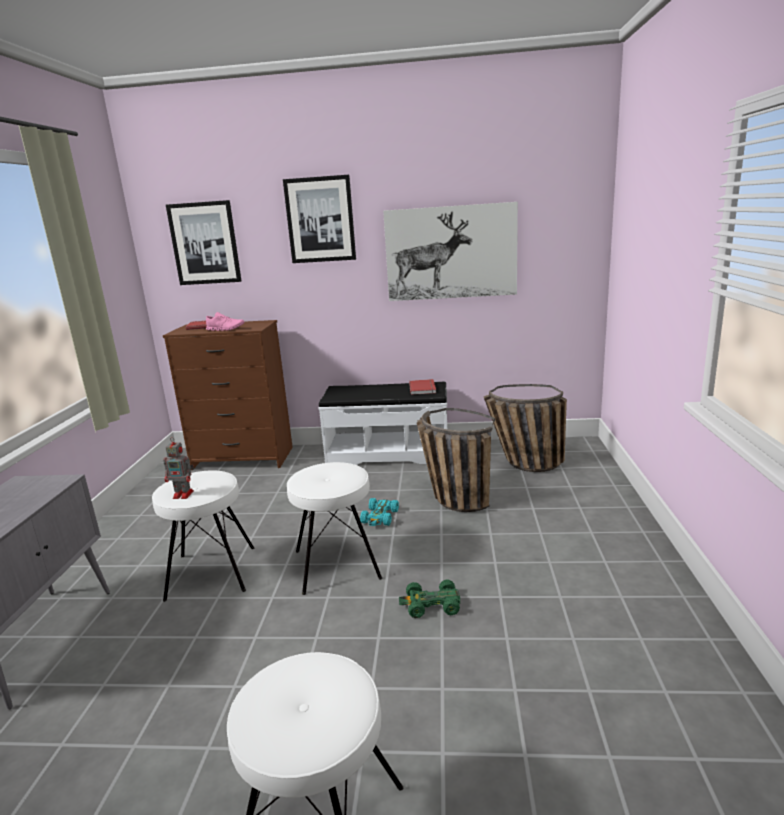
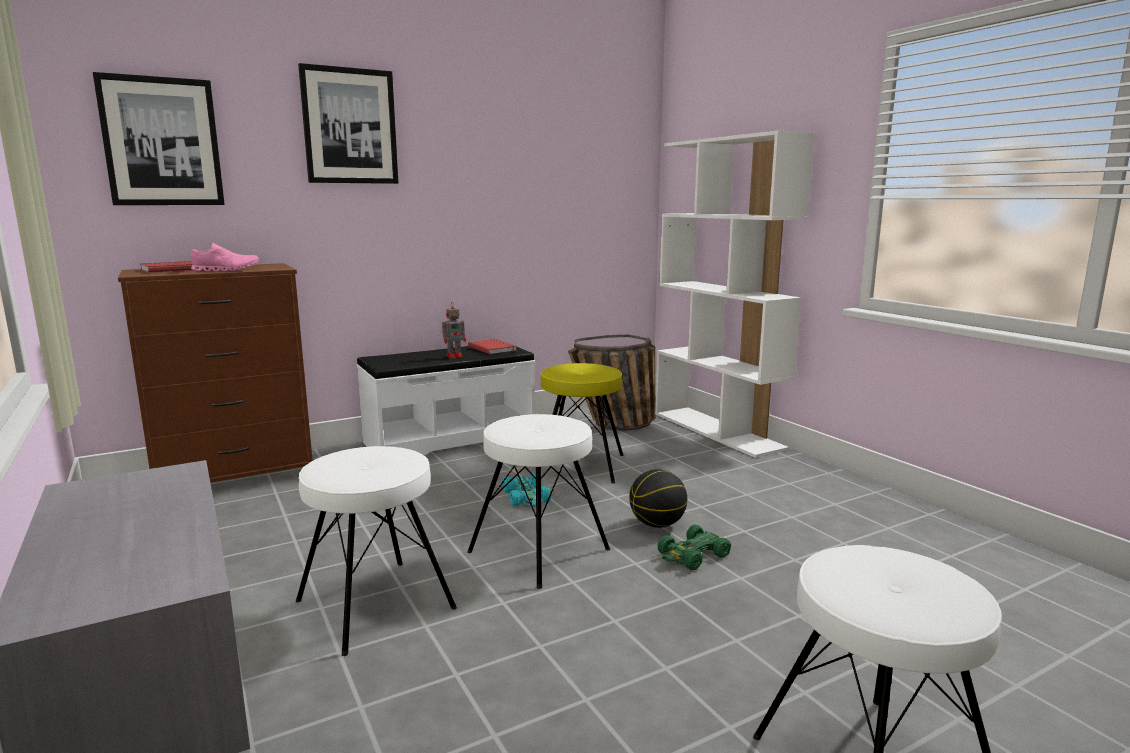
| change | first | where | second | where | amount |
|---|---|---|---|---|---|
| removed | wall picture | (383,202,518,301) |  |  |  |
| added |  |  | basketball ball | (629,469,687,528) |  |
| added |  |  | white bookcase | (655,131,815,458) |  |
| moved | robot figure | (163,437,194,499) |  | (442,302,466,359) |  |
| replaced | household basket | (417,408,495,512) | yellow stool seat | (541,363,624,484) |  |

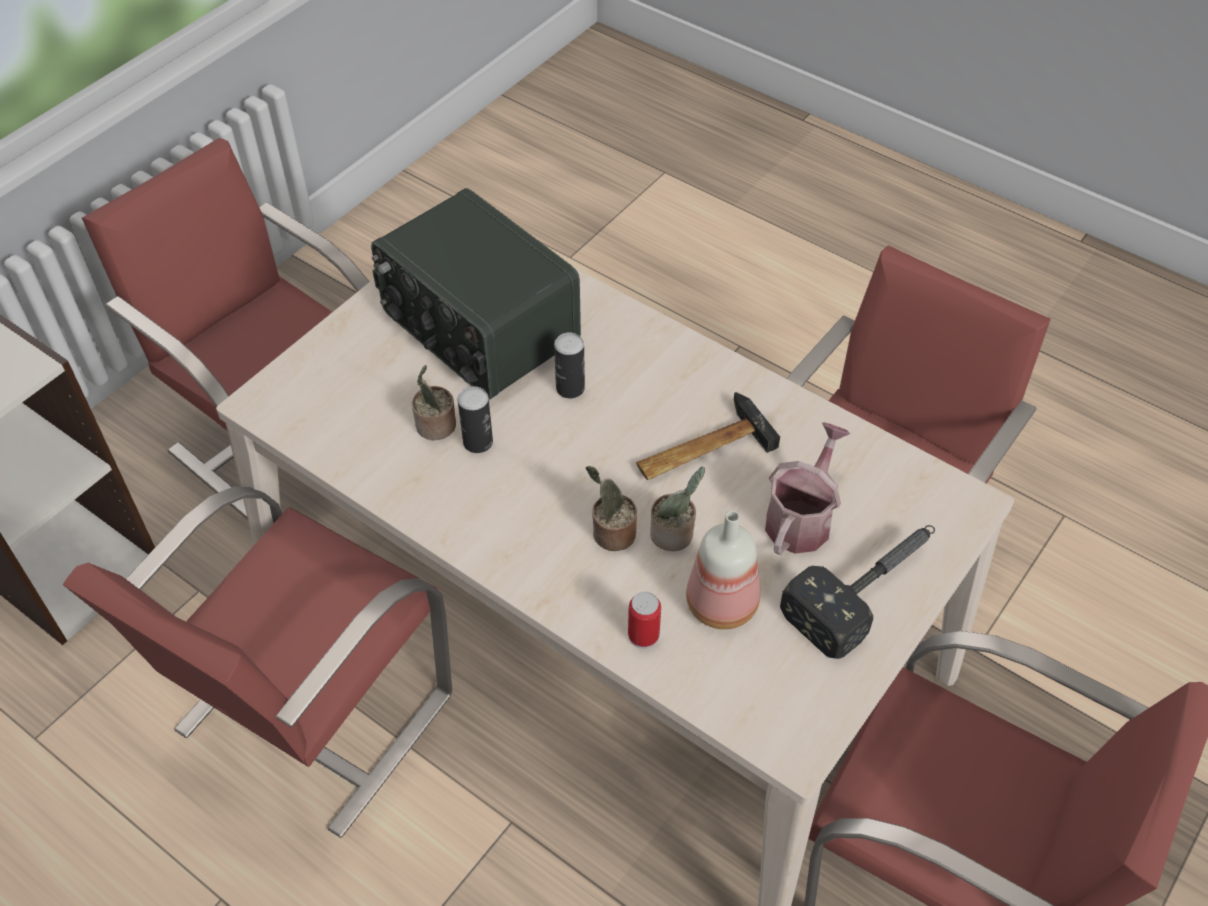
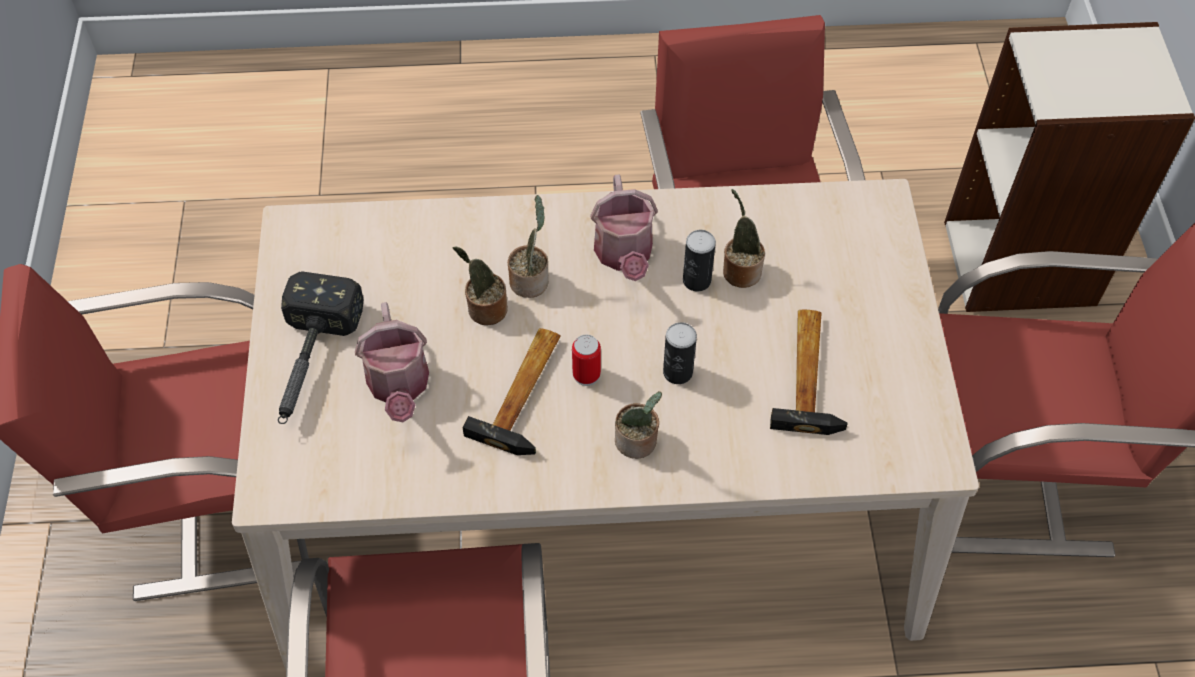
| change | first | where | second | where | amount |
|---|---|---|---|---|---|
| removed | bottle | (686,511,760,629) |  |  |  |
| added |  |  | watering can | (590,175,658,281) |  |
| added |  |  | houseplant | (615,391,662,459) |  |
| moved | sealed can | (628,592,661,649) |  | (572,335,601,386) |  |
| replaced | radio receiver | (371,188,581,399) | hammer | (770,310,848,435) |  |

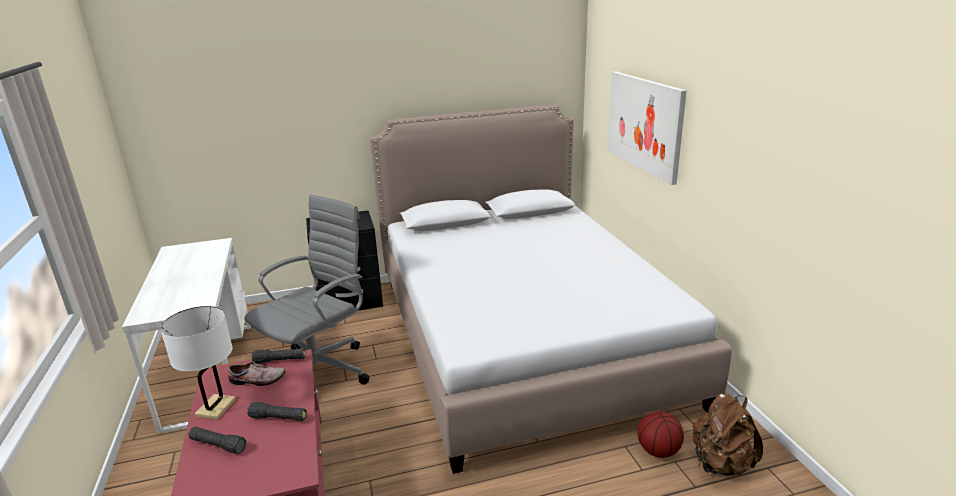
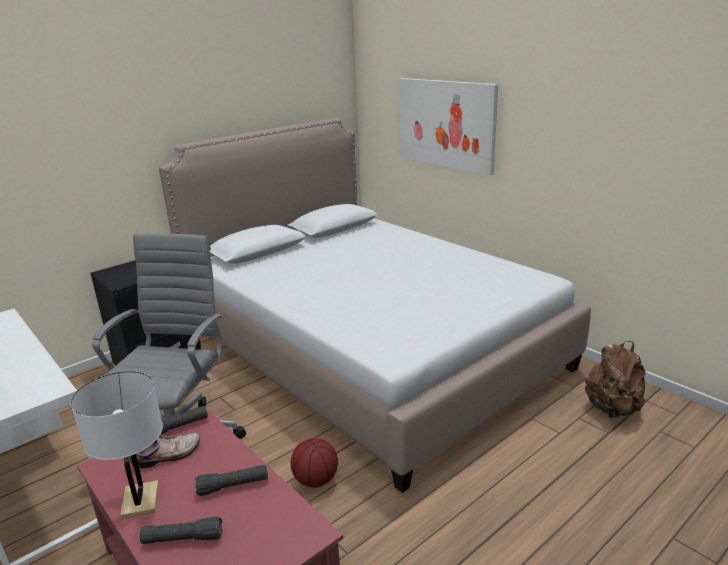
| change | first | where | second | where | amount |
|---|---|---|---|---|---|
| moved | basketball ball | (637,411,684,458) |  | (291,438,338,488) |  |

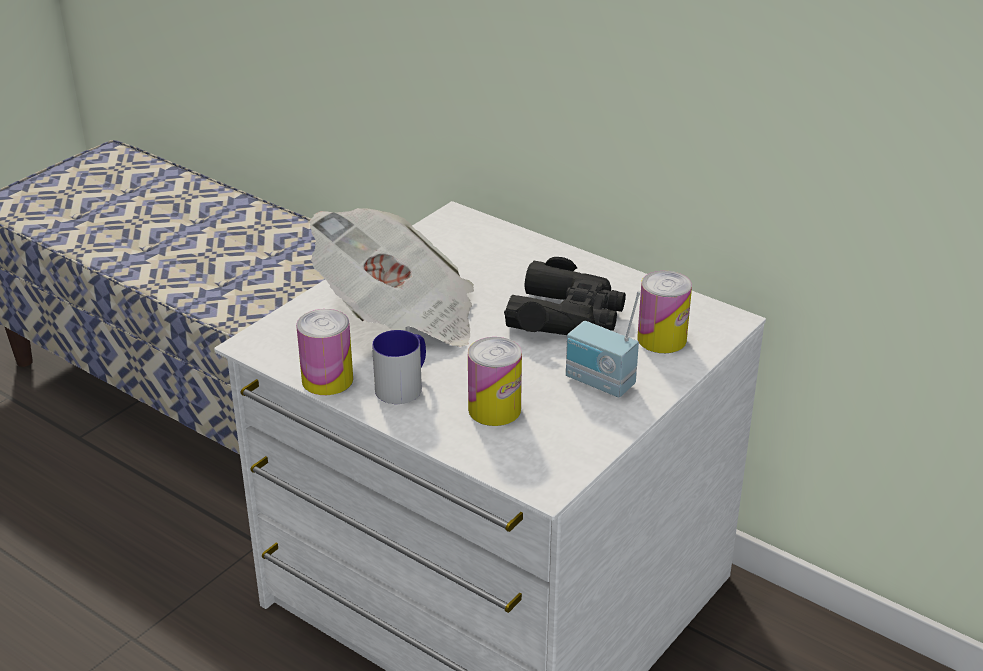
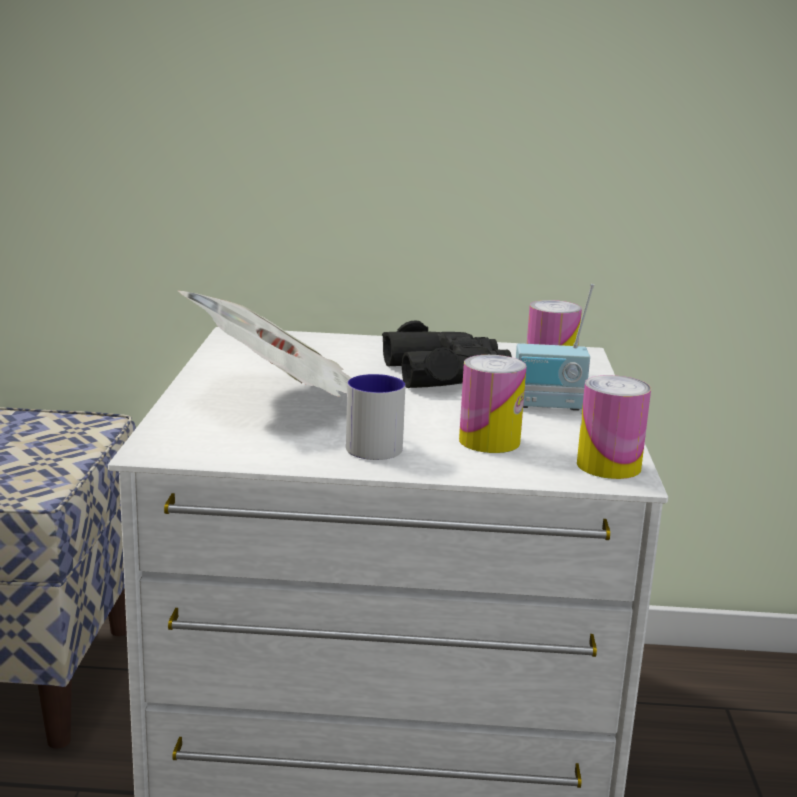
| change | first | where | second | where | amount |
|---|---|---|---|---|---|
| moved | sealed can | (296,309,353,395) |  | (577,375,651,479) |  |

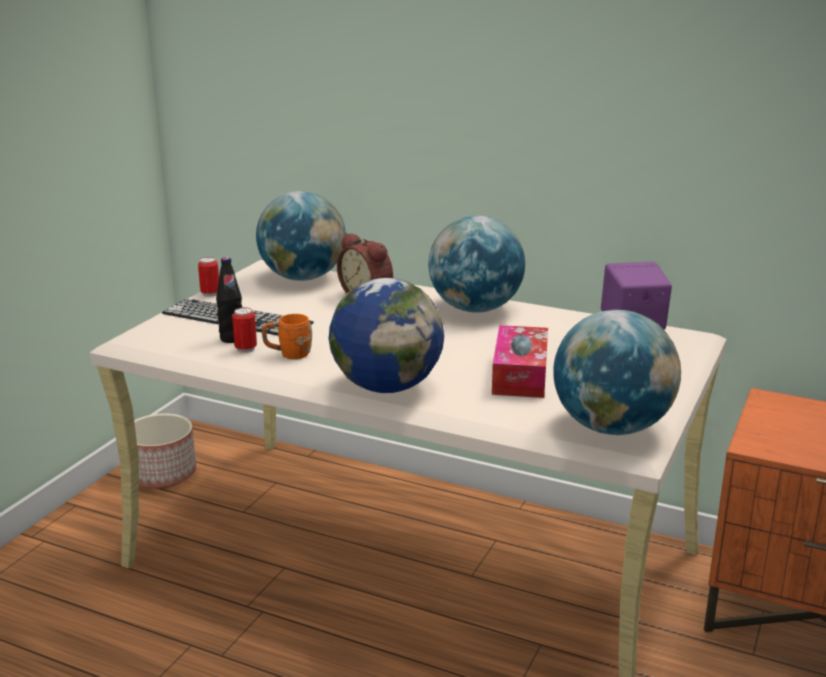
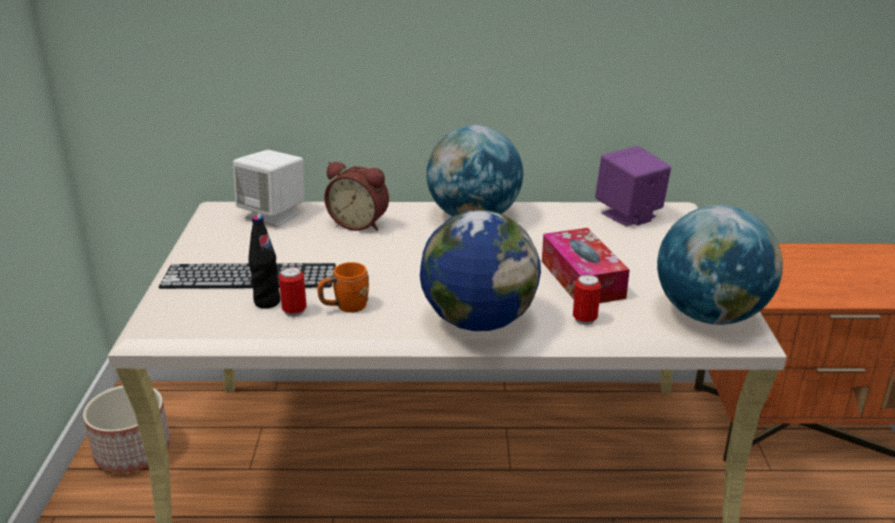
| change | first | where | second | where | amount |
|---|---|---|---|---|---|
| moved | sealed can | (198,257,219,297) |  | (573,274,601,325) |  |
| replaced | world globe | (256,191,346,281) | white loudspeaker | (233,150,304,227) |  |

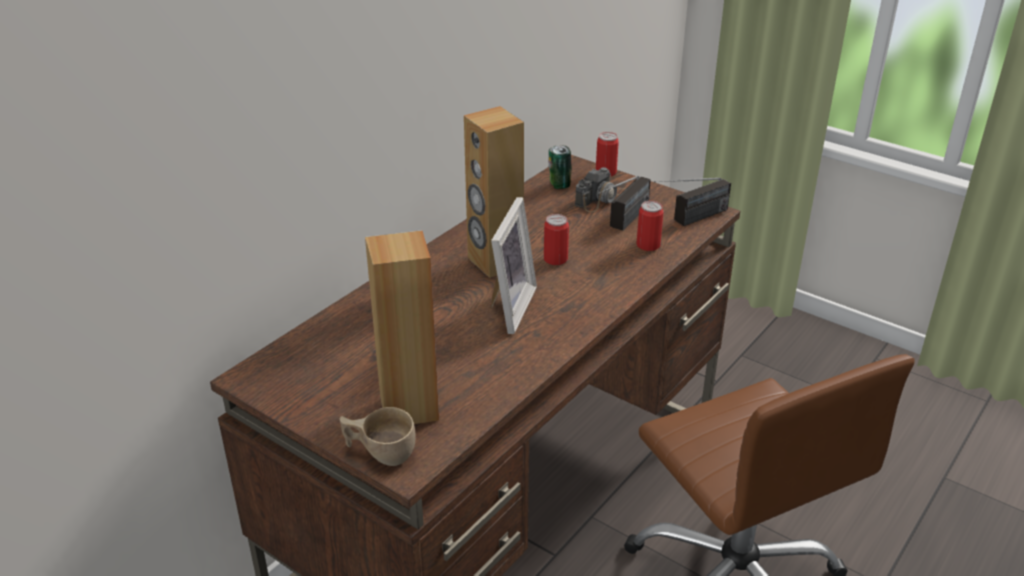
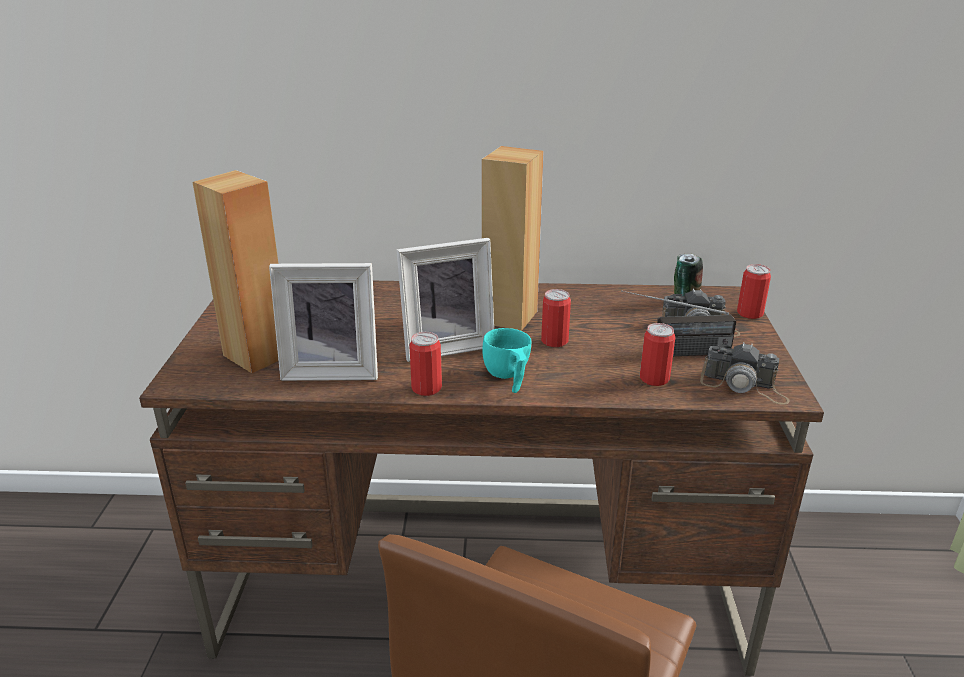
| change | first | where | second | where | amount |
|---|---|---|---|---|---|
| removed | sand-coloured cup | (339,407,416,466) |  |  |  |
| added |  |  | photo frame | (269,263,378,381) |  |
| added |  |  | sealed can | (409,332,442,396) |  |
| added |  |  | turquoise-coloured cup | (482,328,531,393) |  |
| replaced | radio receiver | (654,177,731,226) | still camera | (700,342,790,404) |  |

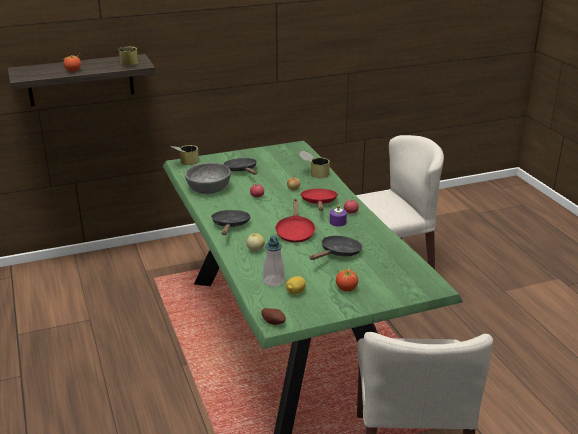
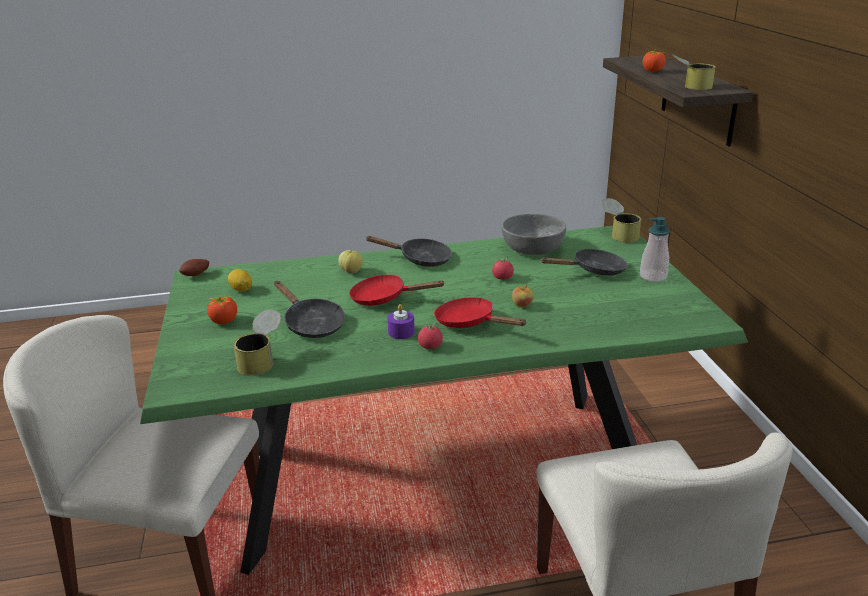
| change | first | where | second | where | amount |
|---|---|---|---|---|---|
| moved | soap bottle | (263,235,285,287) |  | (640,217,670,282) |  |
| moved | sealed can | (299,151,330,178) |  | (233,309,281,376) |  |
| turned | reddish skillet | (300,189,338,211) |  | (434,297,527,328) | 150 degrees counterclockwise |

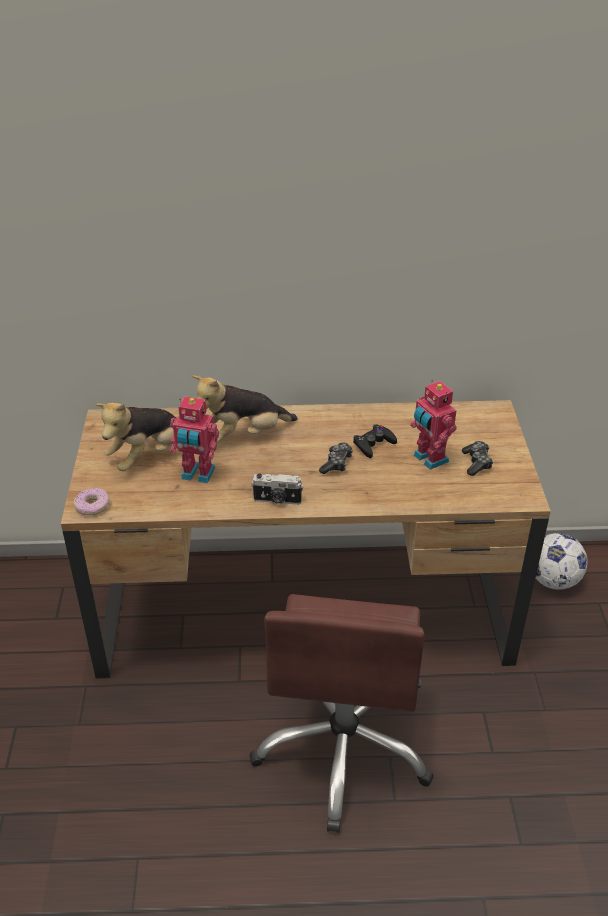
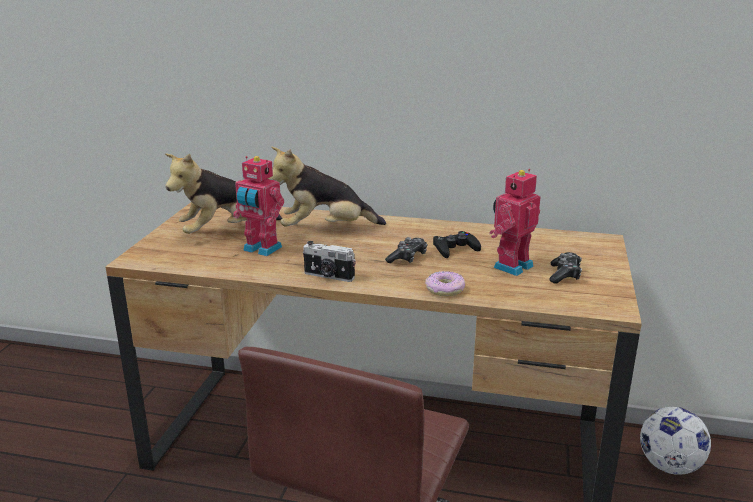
| change | first | where | second | where | amount |
|---|---|---|---|---|---|
| moved | doughnut | (73,488,109,515) |  | (425,271,465,296) |  |
| turned | robot figure | (410,380,457,470) |  | (489,169,541,276) | 60 degrees clockwise |

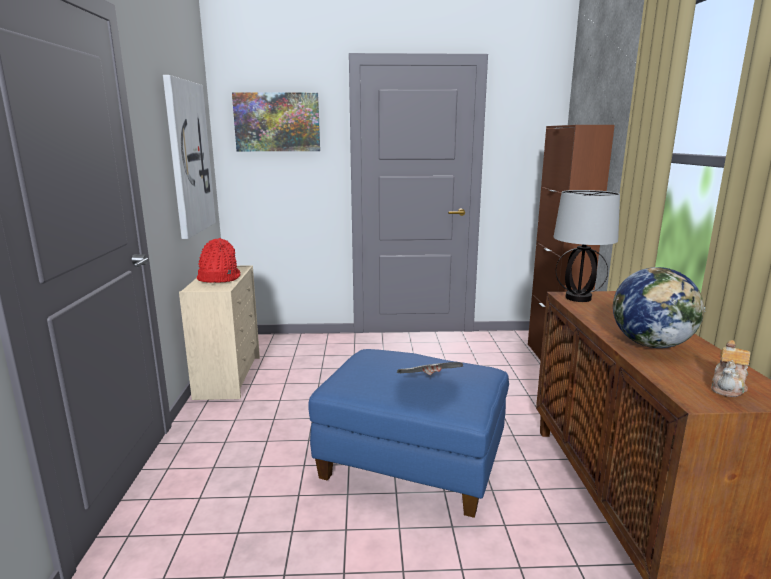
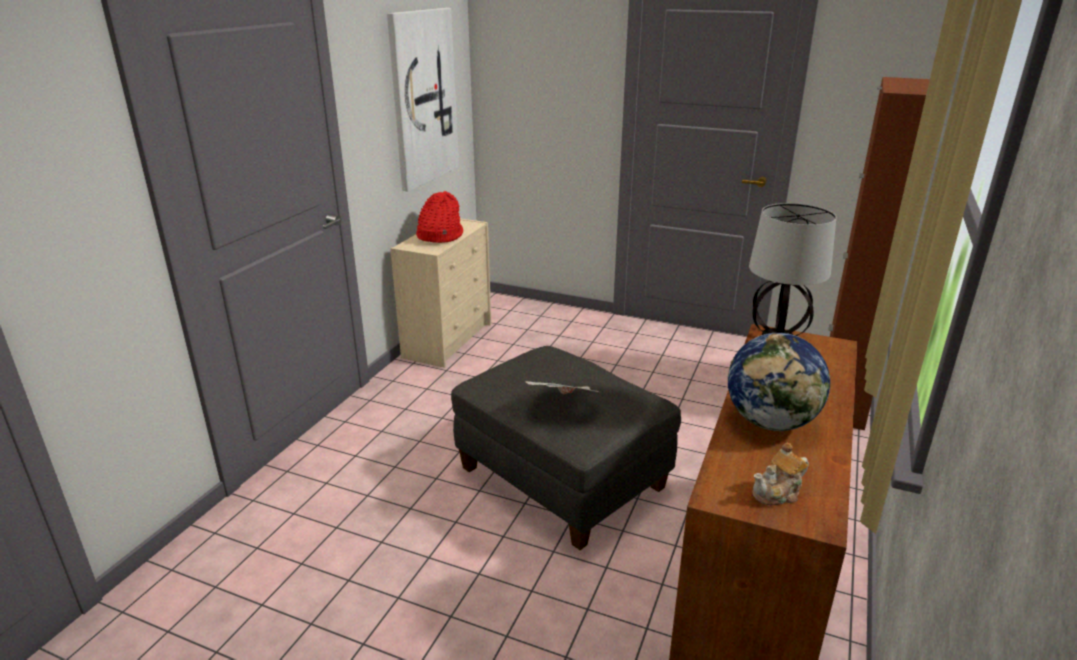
| change | first | where | second | where | amount |
|---|---|---|---|---|---|
| removed | wall picture | (232,92,320,151) |  |  |  |
| recoloured | bluish ottoman | (308,349,509,518) | gray ottoman | (451,346,681,550) |  |

